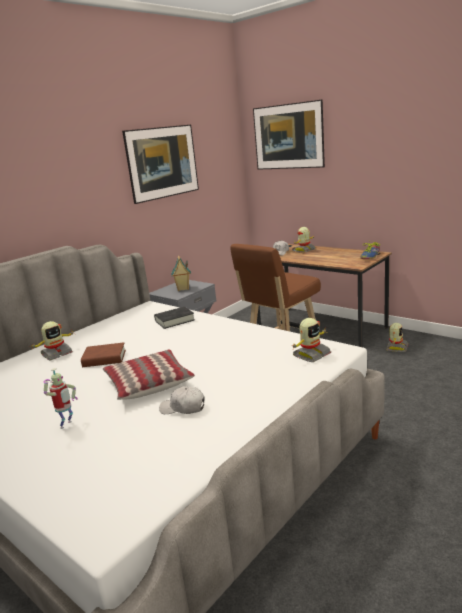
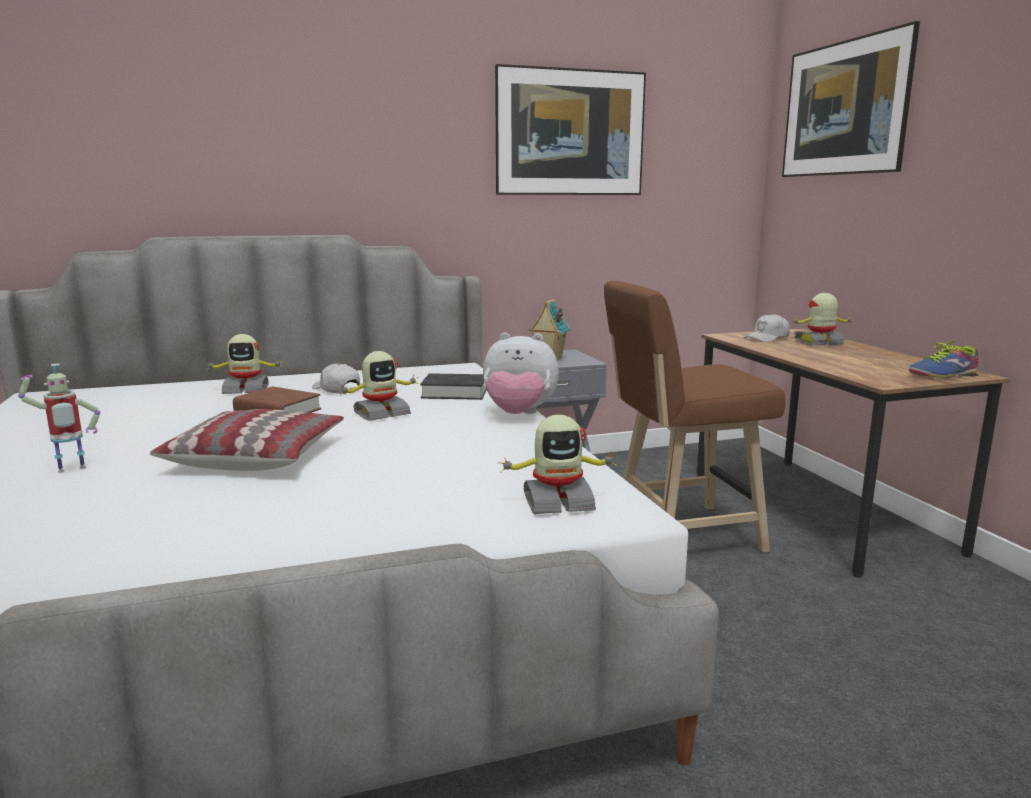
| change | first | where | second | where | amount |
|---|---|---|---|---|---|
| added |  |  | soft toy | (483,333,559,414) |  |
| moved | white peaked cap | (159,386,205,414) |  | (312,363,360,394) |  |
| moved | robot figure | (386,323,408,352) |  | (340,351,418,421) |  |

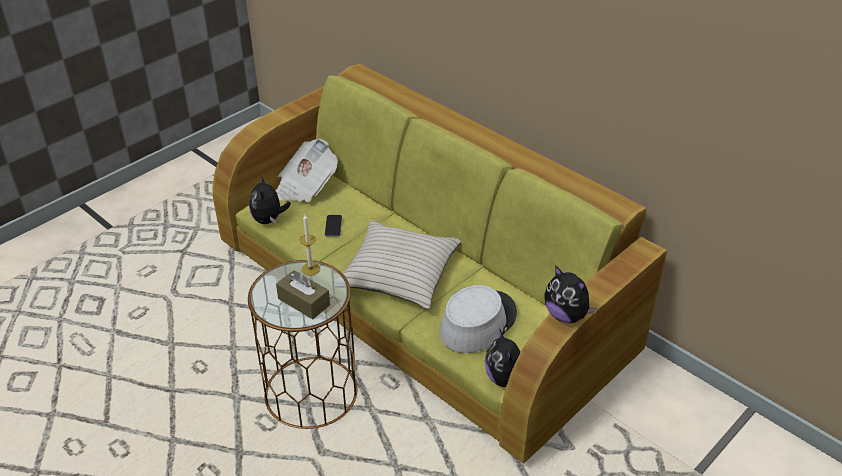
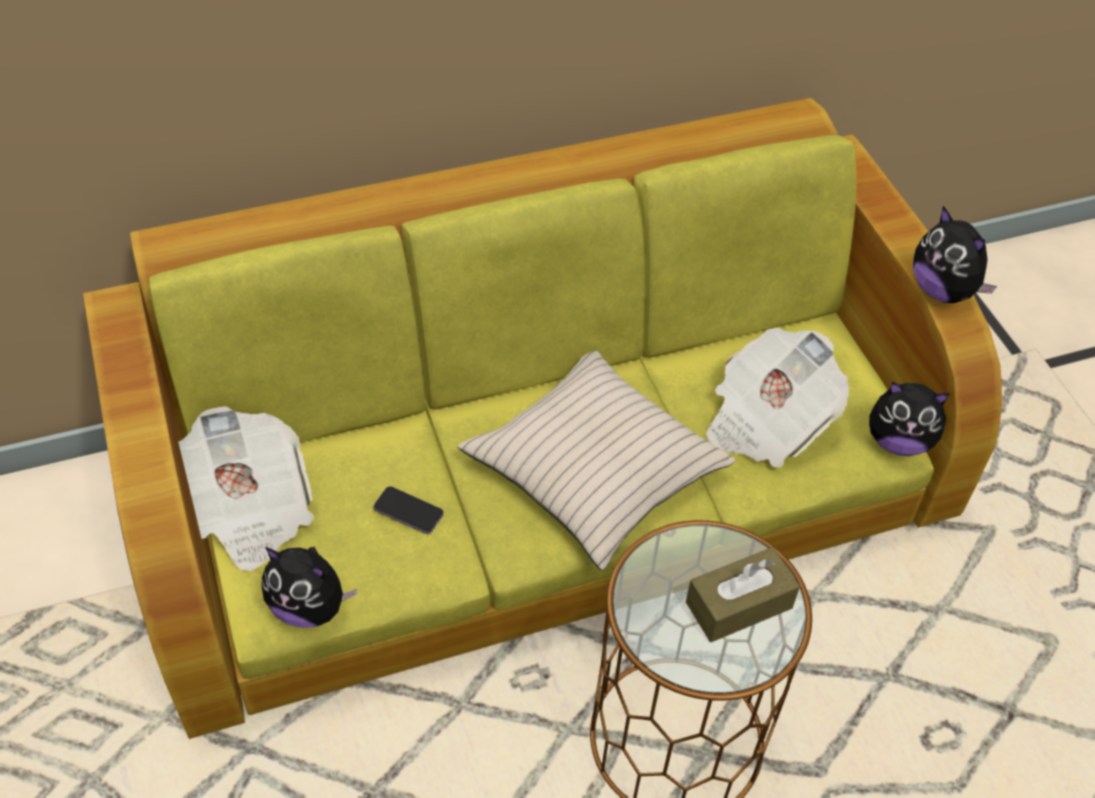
| change | first | where | second | where | amount |
|---|---|---|---|---|---|
| removed | candle | (299,215,320,276) |  |  |  |
| replaced | gray clothing hat | (439,285,517,353) | daily paper | (706,328,849,468) |  |
| turned | soft toy | (545,265,598,323) |  | (913,206,997,303) | 75 degrees clockwise |

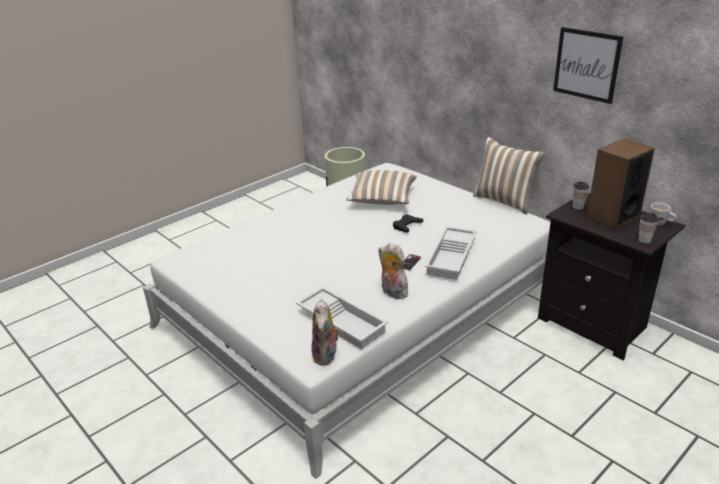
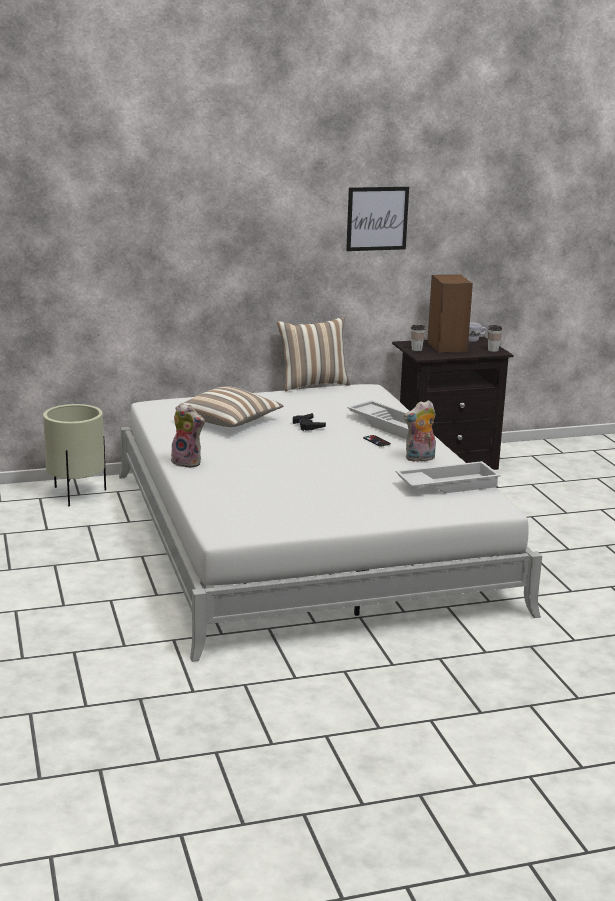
| change | first | where | second | where | amount |
|---|---|---|---|---|---|
| moved | soft toy | (312,299,340,366) |  | (171,403,205,468) |  |

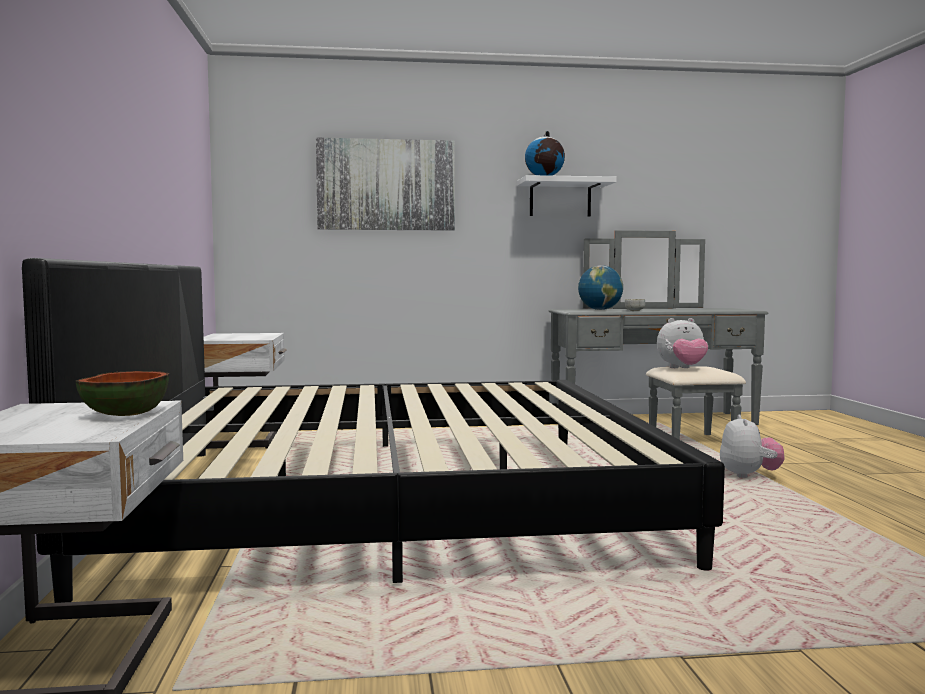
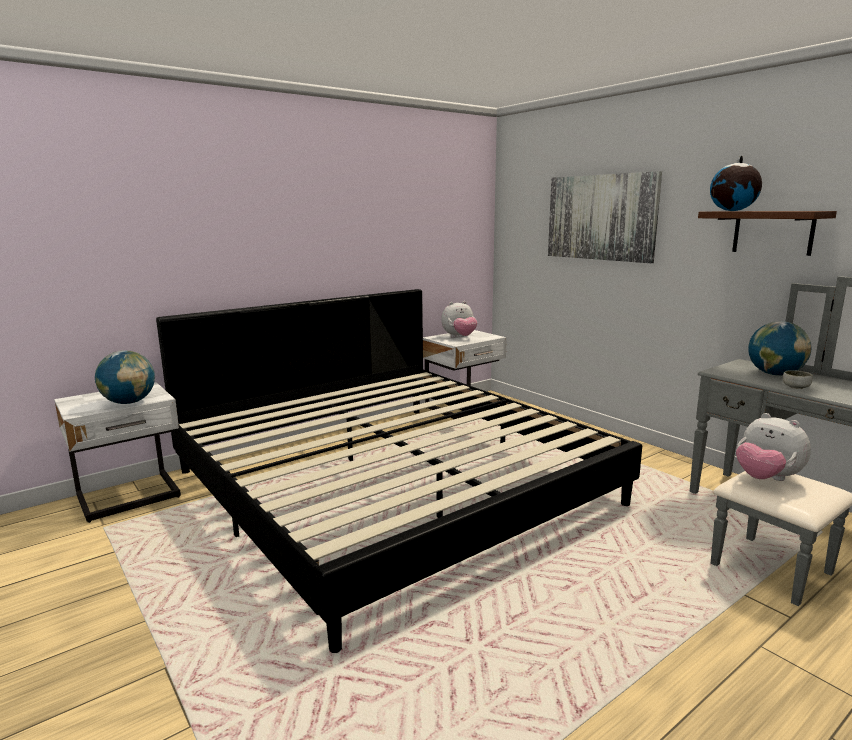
| change | first | where | second | where | amount |
|---|---|---|---|---|---|
| moved | soft toy | (720,414,785,478) |  | (441,301,477,338) |  |
| replaced | bowl | (76,371,169,416) | world globe | (95,350,155,404) |  |
| recoloured | white shelf | (517,175,617,217) | brown shelf | (698,211,837,256) |  |

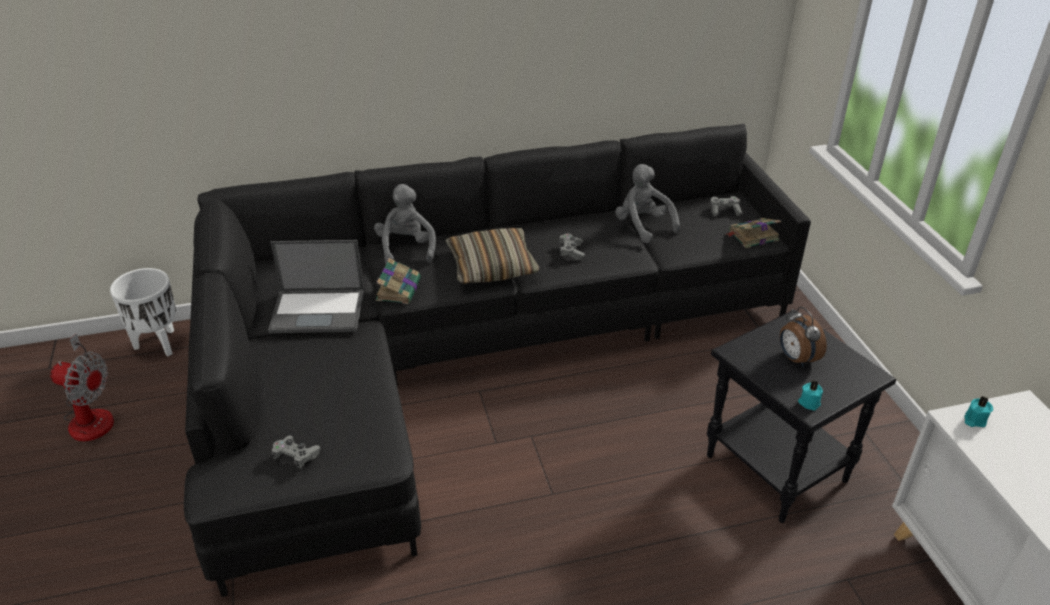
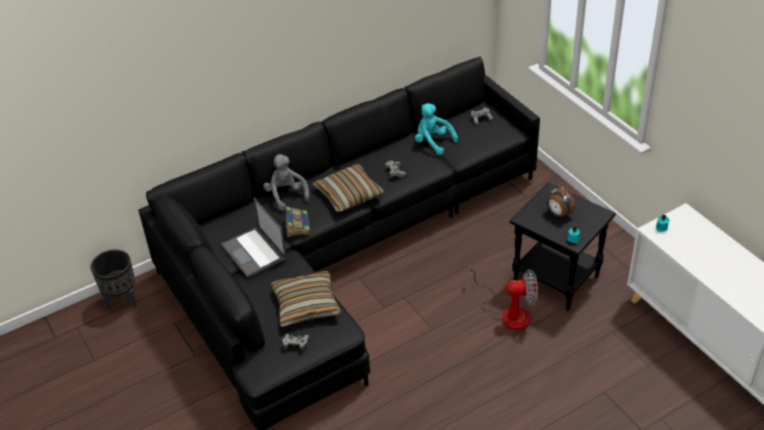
| change | first | where | second | where | amount |
|---|---|---|---|---|---|
| removed | volume | (726,218,781,248) |  |  |  |
| added |  |  | cushion | (271,271,341,327) |  |
| moved | cooling fan | (50,333,114,441) |  | (469,264,538,330) |  |
| recoloured | white planter | (110,268,176,356) | black planter | (91,250,137,309) |  |
| recoloured | gray soft toy | (615,164,680,243) | turquoise-coloured soft toy | (415,103,458,155) |  |
| turned | portable computer | (268,240,364,333) |  | (221,198,287,278) | 75 degrees clockwise |

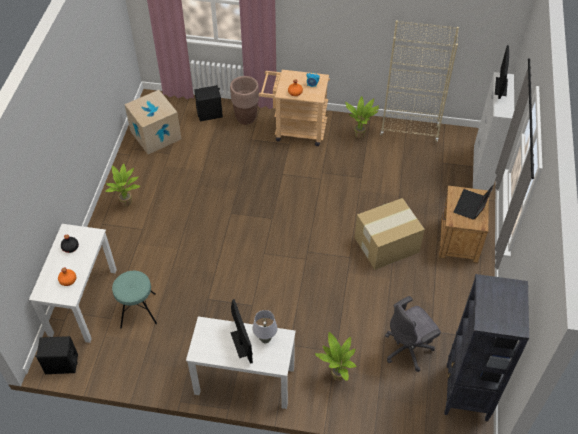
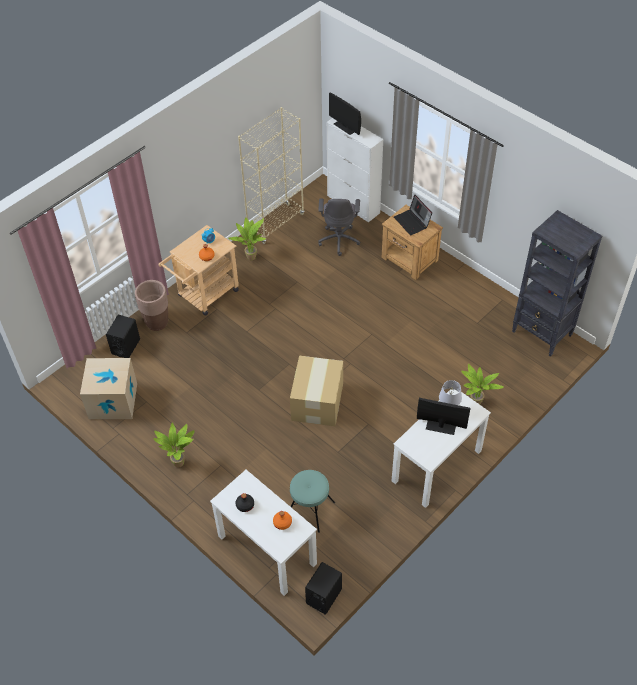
| change | first | where | second | where | amount |
|---|---|---|---|---|---|
| moved | packing box | (355,198,425,270) |  | (290,356,343,426) |  |
| moved | gray office chair | (385,296,441,372) |  | (319,198,360,256) |  |

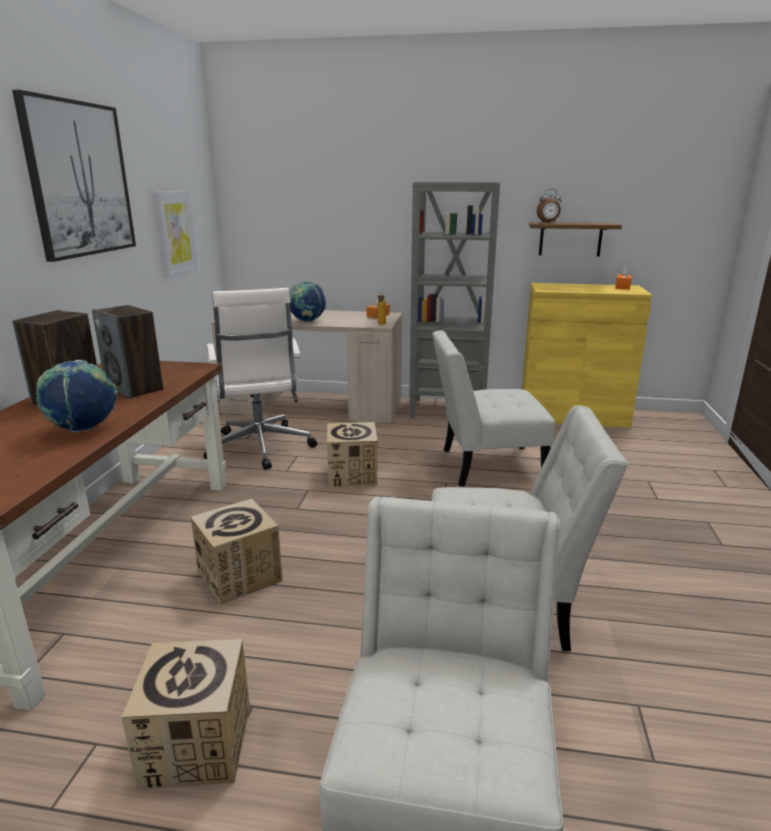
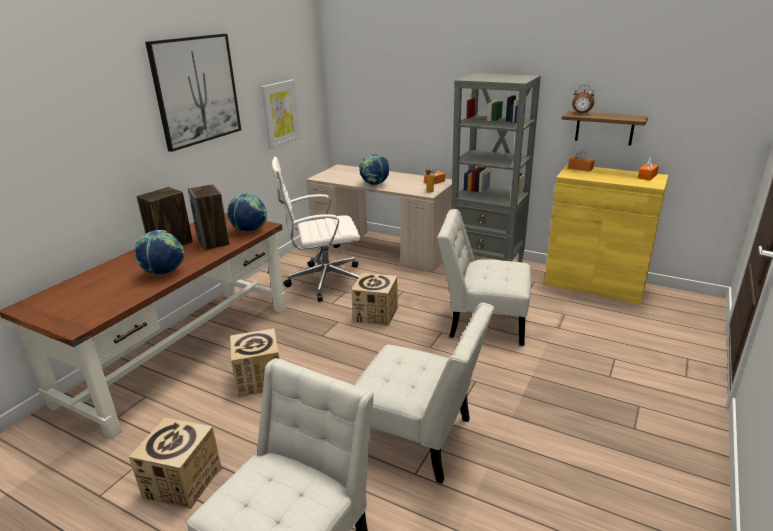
| change | first | where | second | where | amount |
|---|---|---|---|---|---|
| added |  |  | world globe | (227,193,267,232) |  |
| added |  |  | orange tissue holder | (568,150,595,171) |  |
| turned | white office chair | (204,288,318,470) |  | (272,157,360,302) | 75 degrees clockwise |

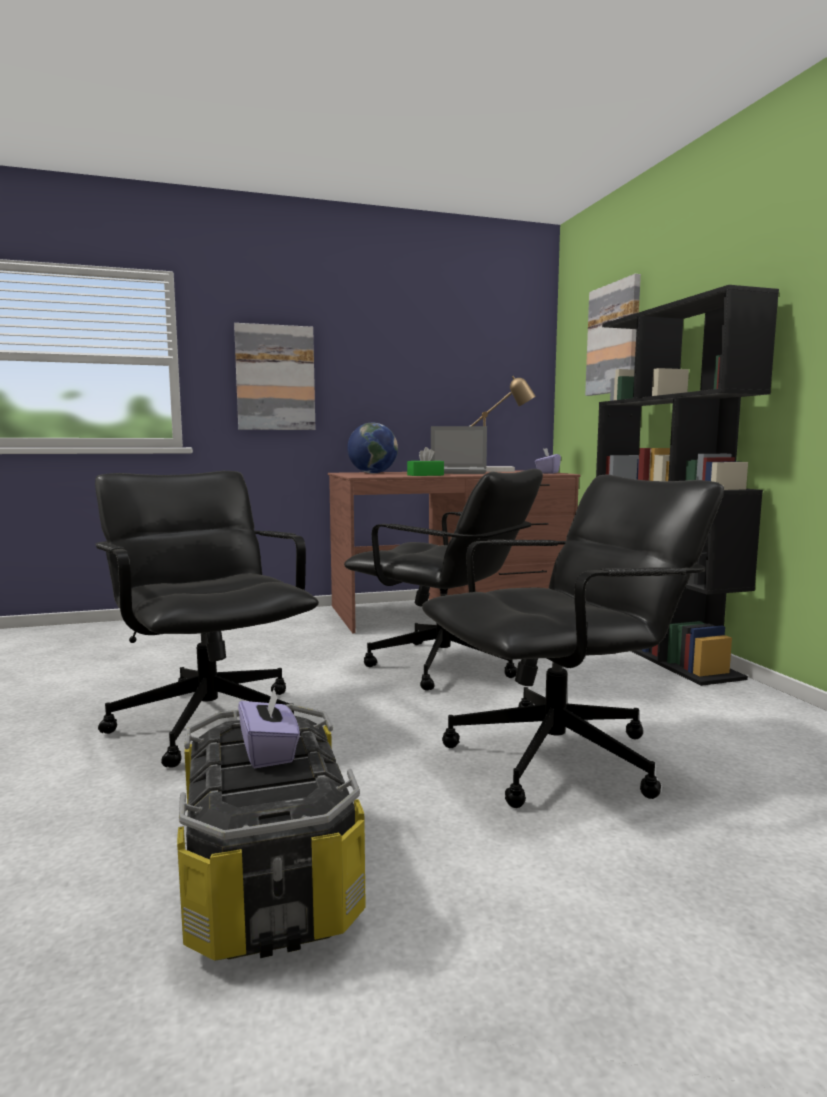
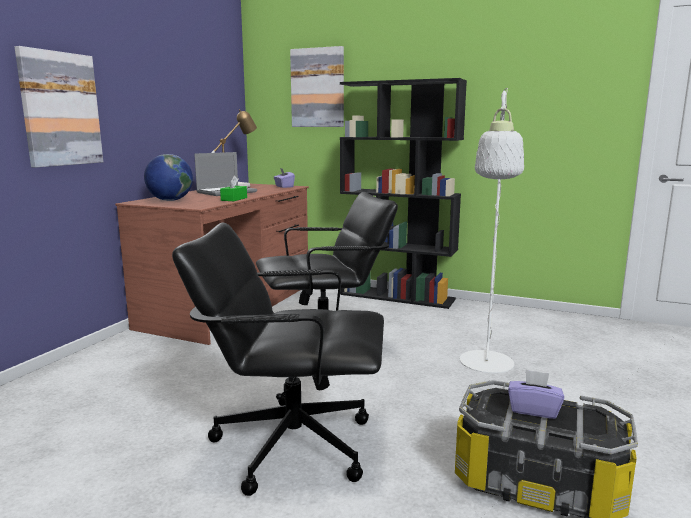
| change | first | where | second | where | amount |
|---|---|---|---|---|---|
| replaced | black office chair | (422,475,724,808) | white standard lamp | (460,88,524,373) |  |

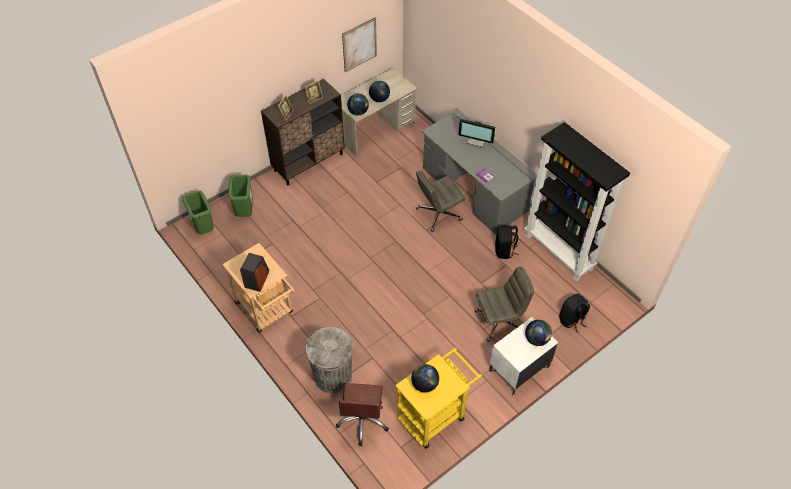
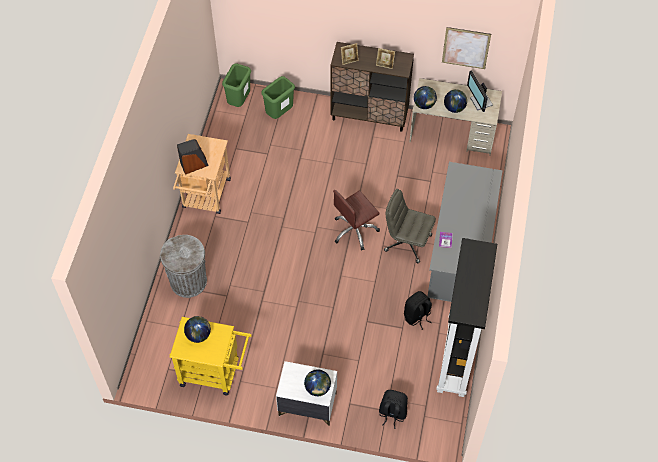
| change | first | where | second | where | amount |
|---|---|---|---|---|---|
| removed | gray office chair | (475,267,534,341) |  |  |  |
| moved | brown office chair | (336,383,389,446) |  | (333,190,380,250) |  |
| moved | monitor | (458,119,495,148) |  | (467,70,493,112) |  |

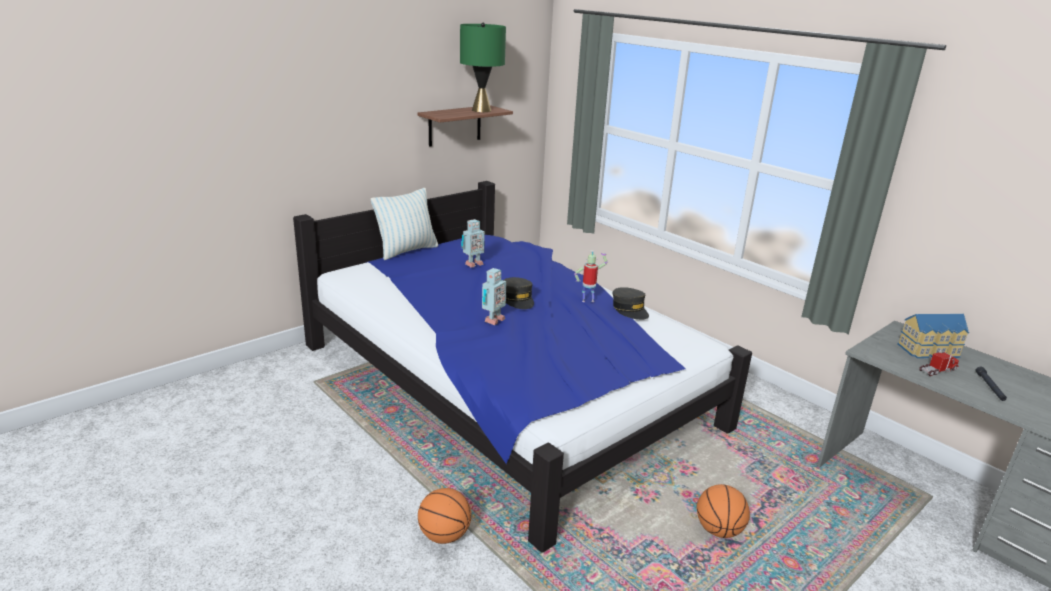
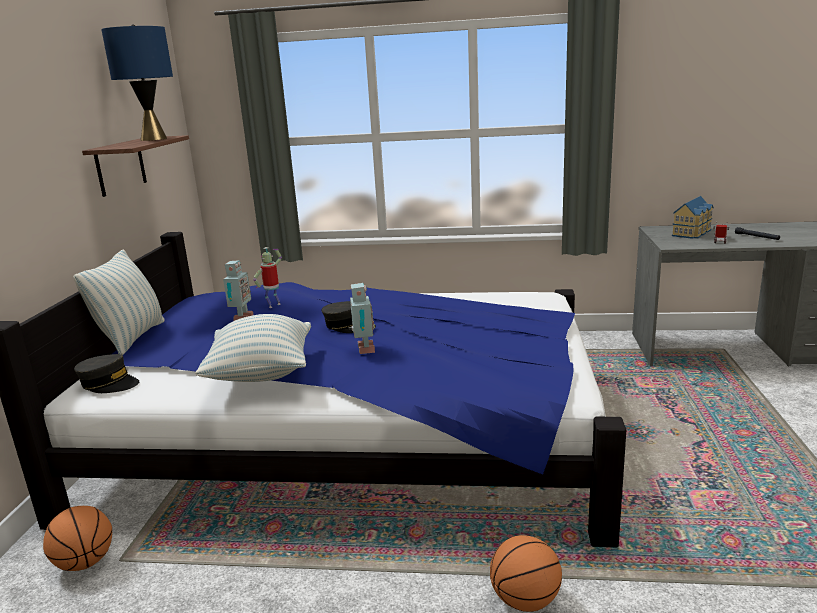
| change | first | where | second | where | amount |
|---|---|---|---|---|---|
| added |  |  | cushion | (195,314,311,382) |  |
| moved | robot figure | (574,250,608,302) |  | (253,247,282,308) |  |
| moved | gray peaked cap | (613,287,649,320) |  | (74,354,139,393) |  |
| moved | basketball ball | (697,484,750,538) |  | (43,506,112,571) |  |
| recoloured | green tabletop lamp | (460,22,506,112) | bluish tabletop lamp | (101,24,173,141) |  |

